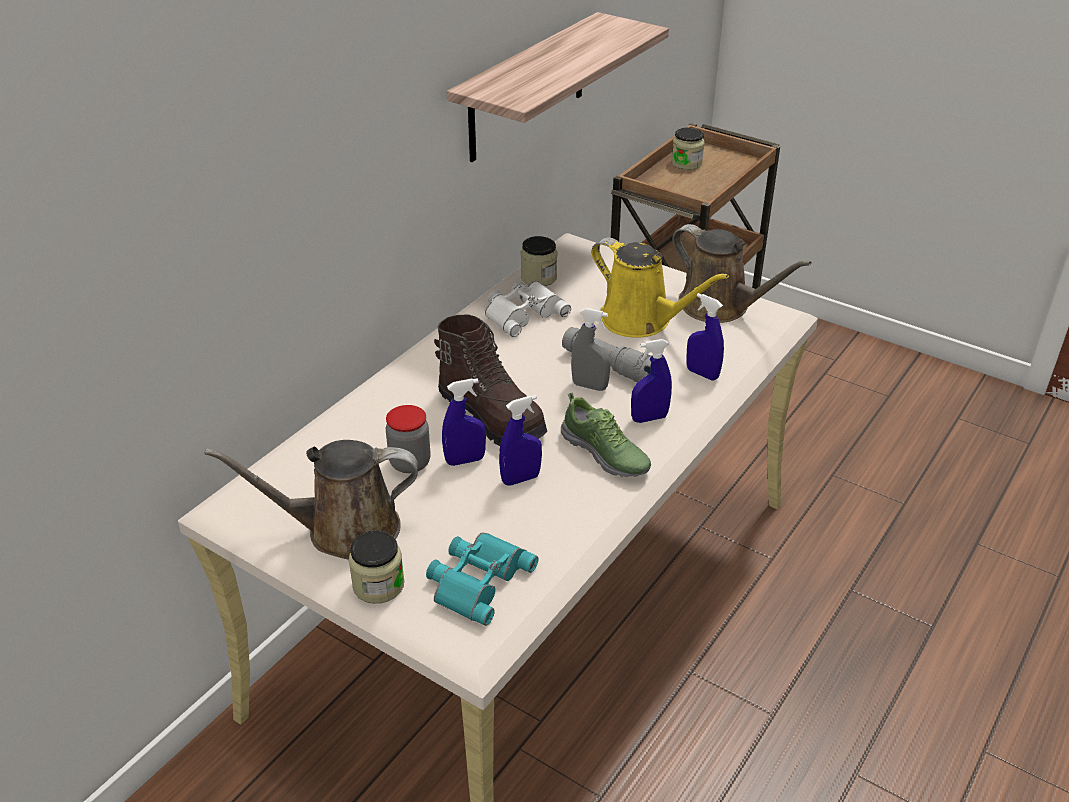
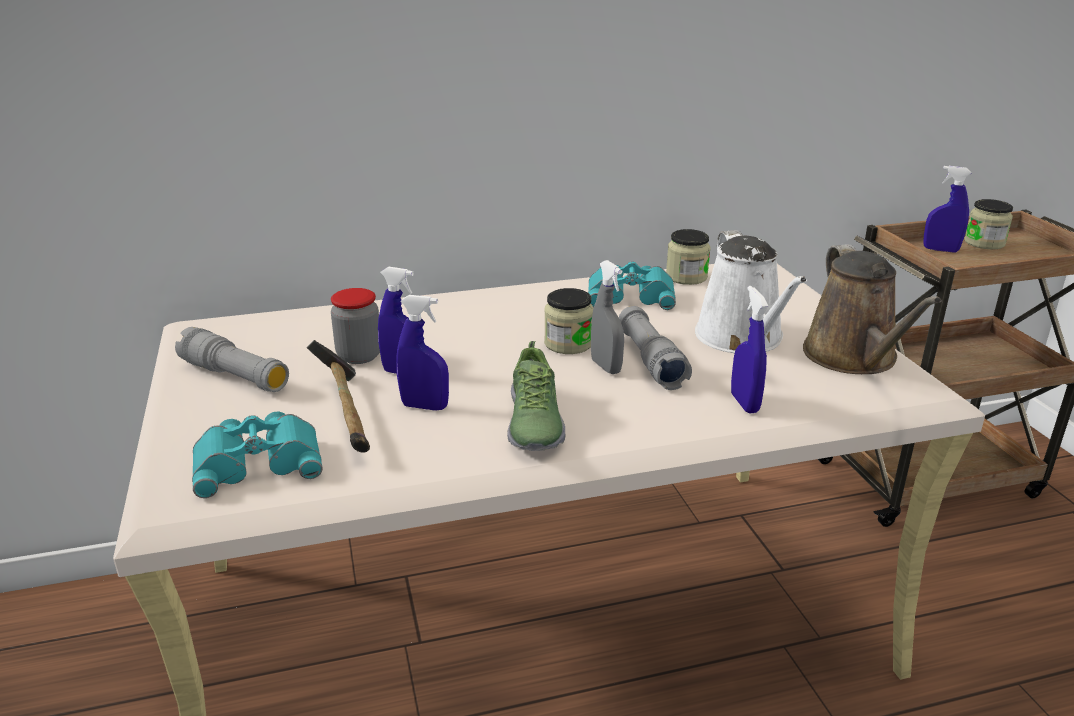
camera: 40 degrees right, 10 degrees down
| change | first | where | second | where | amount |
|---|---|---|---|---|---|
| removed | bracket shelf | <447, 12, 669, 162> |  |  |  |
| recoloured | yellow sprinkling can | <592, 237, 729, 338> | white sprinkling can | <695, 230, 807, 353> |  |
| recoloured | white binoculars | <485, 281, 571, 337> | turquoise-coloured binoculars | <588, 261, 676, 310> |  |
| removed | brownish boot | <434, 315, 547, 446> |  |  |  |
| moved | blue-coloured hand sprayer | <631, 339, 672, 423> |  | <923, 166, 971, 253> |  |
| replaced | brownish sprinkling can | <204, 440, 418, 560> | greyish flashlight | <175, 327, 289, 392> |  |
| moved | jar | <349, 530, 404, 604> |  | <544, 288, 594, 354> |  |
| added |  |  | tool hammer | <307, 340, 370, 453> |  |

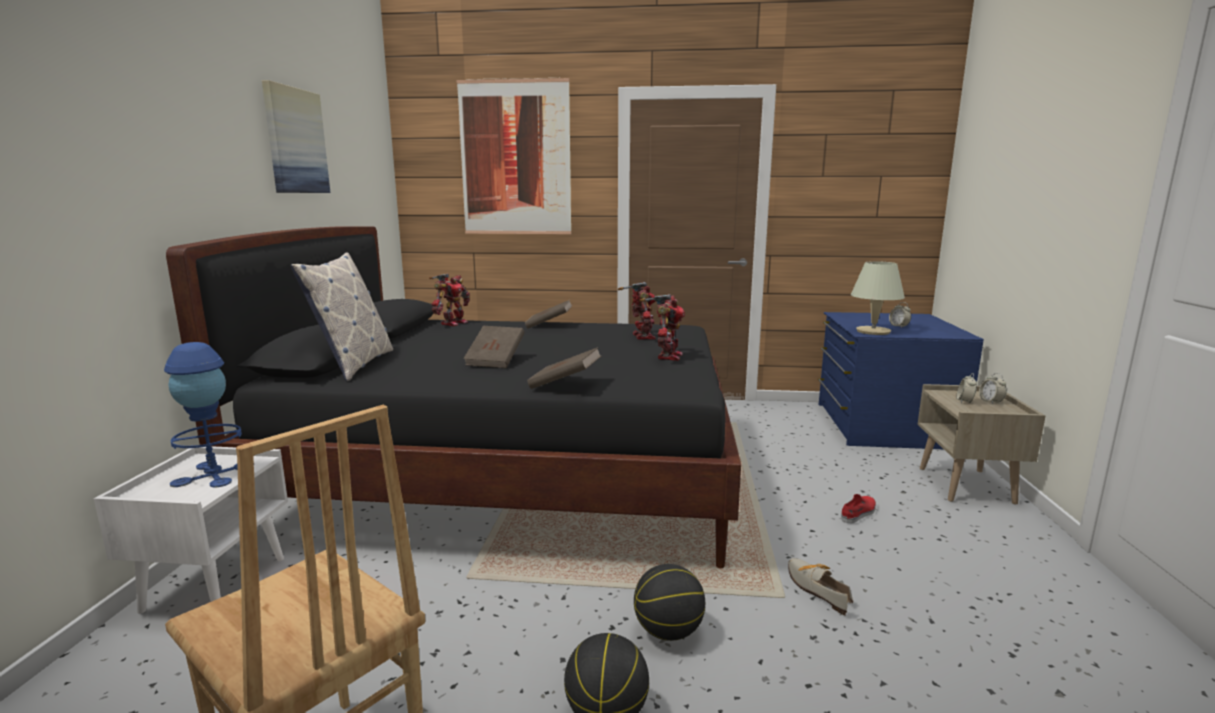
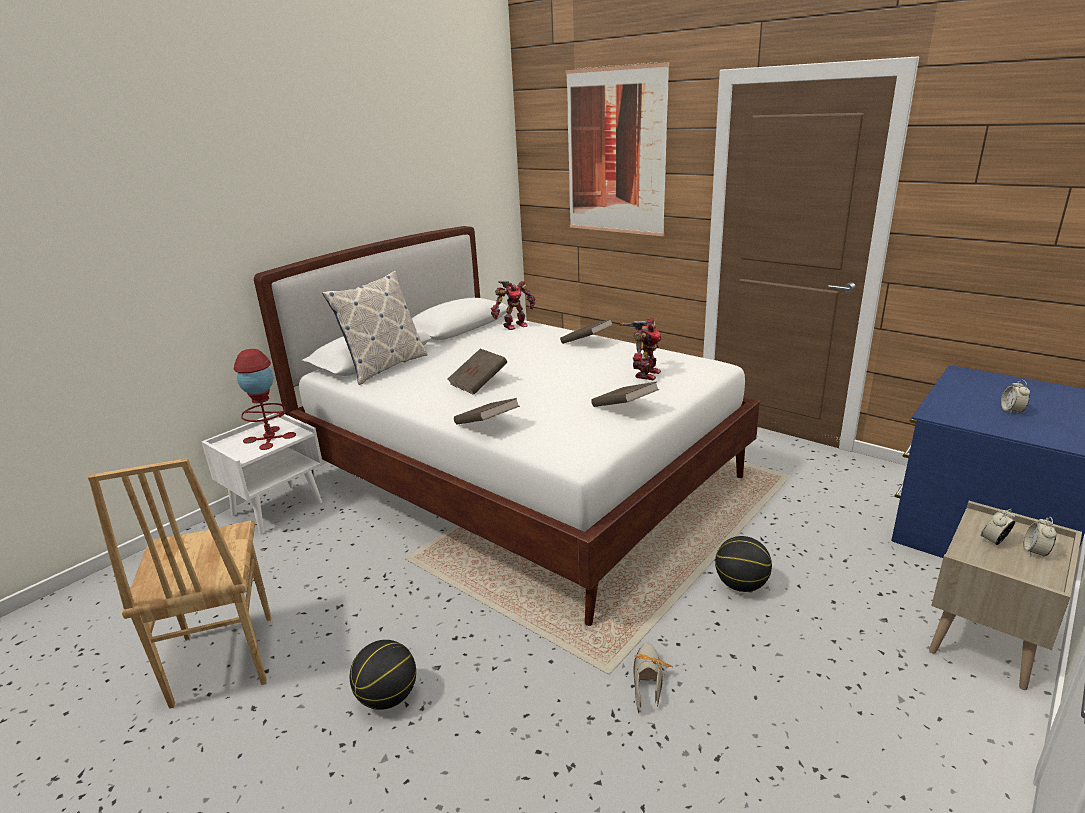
camera: 35 degrees right, 10 degrees up
| change | first | where | second | where | amount |
|---|---|---|---|---|---|
| removed | wall picture | <262, 80, 330, 193> |  |  |  |
| recoloured | black-coloured bedroom bed | <166, 226, 741, 568> | white bedroom bed | <254, 226, 760, 626> |  |
| removed | beige-coloured lamp for a table | <851, 261, 905, 335> |  |  |  |
| replaced | toy robot | <639, 294, 685, 361> | brownish book | <591, 381, 659, 407> |  |
| recoloured | blue-coloured lamp for a table | <164, 342, 242, 487> | red-coloured lamp for a table | <234, 349, 296, 450> |  |
| removed | red-coloured item of footwear | <841, 494, 876, 523> |  |  |  |
| moved | ball for basketball | <634, 564, 705, 641> |  | <715, 536, 772, 592> |  |

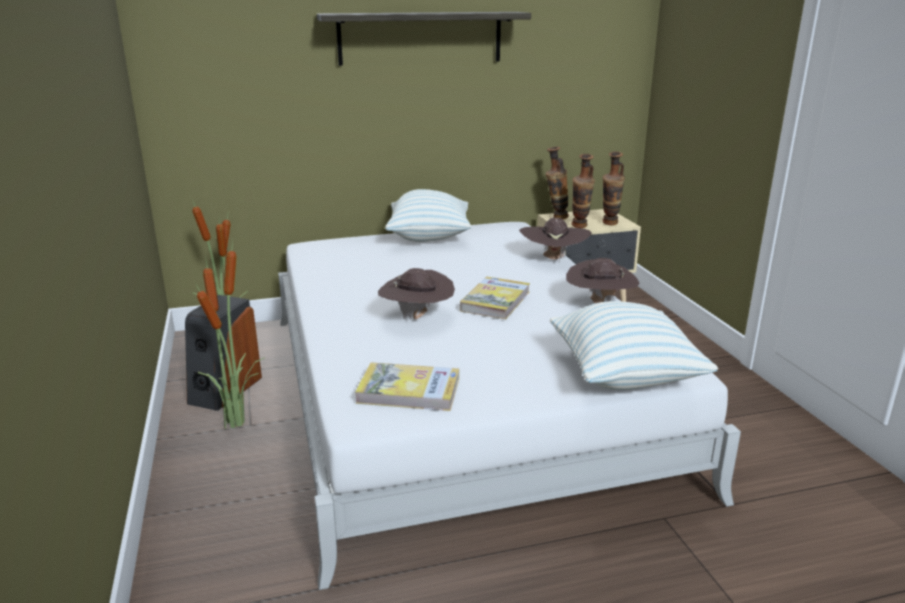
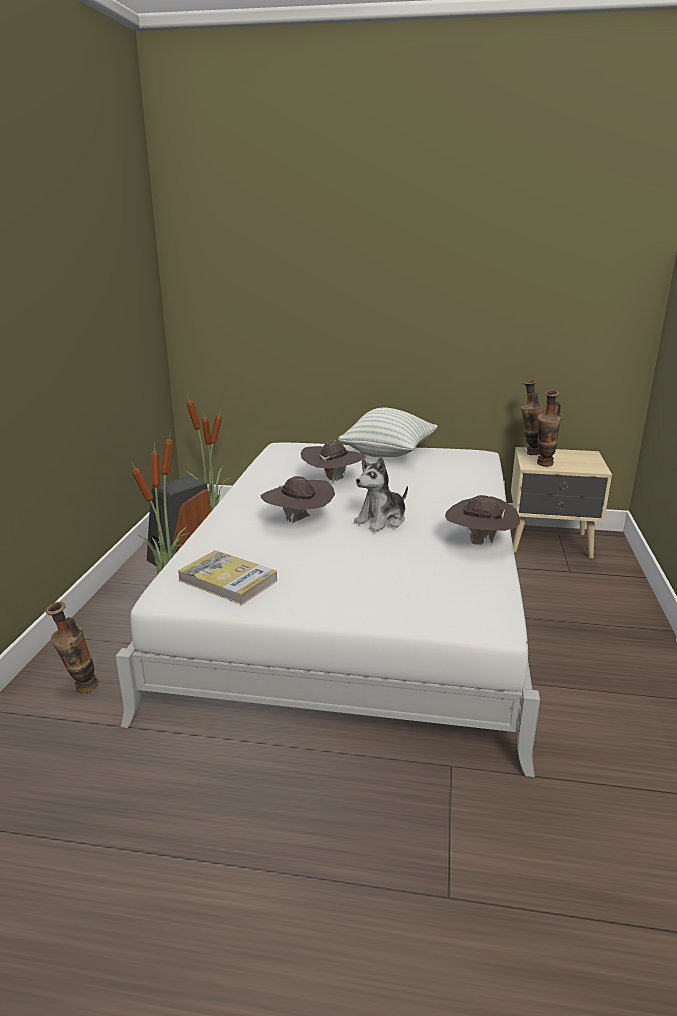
camera: 25 degrees right, 0 degrees up
| change | first | where | second | where | amount |
|---|---|---|---|---|---|
| removed | bracket shelf | <317, 12, 531, 66> |  |  |  |
| moved | vase | <603, 151, 625, 225> |  | <45, 602, 98, 693> |  |
| moved | brownish hat | <519, 218, 592, 262> |  | <301, 440, 366, 484> |  |
| replaced | book | <460, 277, 530, 319> | soft toy | <354, 457, 408, 532> |  |
| removed | throw pillow | <550, 301, 718, 390> |  |  |  |

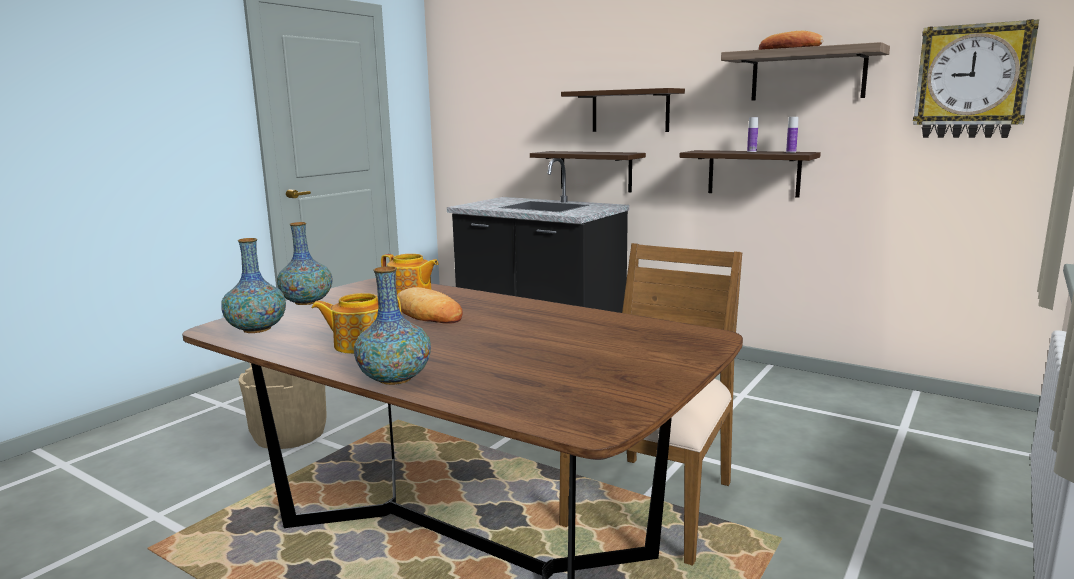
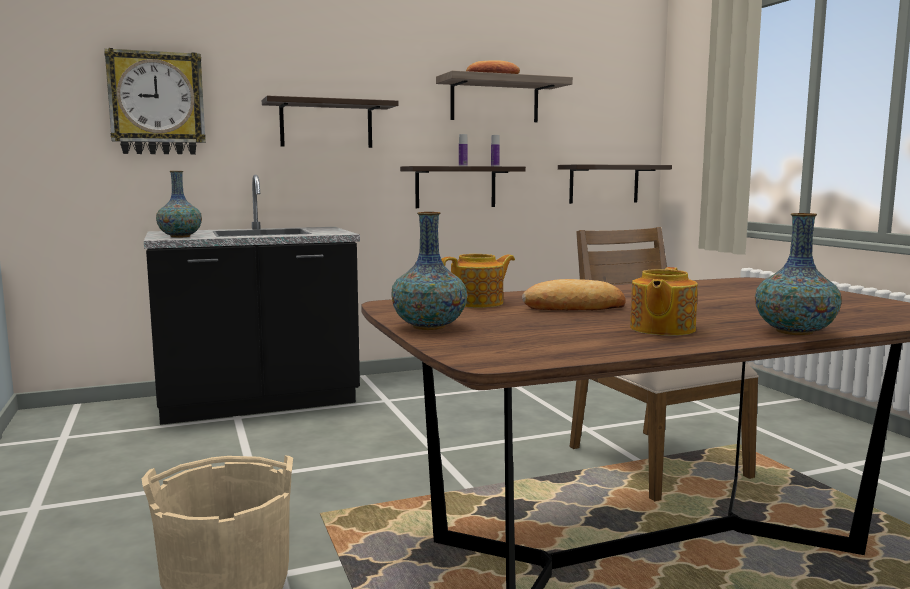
camera: 55 degrees left, 5 degrees down
| change | first | where | second | where | amount |
|---|---|---|---|---|---|
| moved | clock on the wall | <913, 19, 1039, 138> |  | <104, 48, 206, 155> |  |
| moved | bracket shelf | <530, 151, 646, 192> |  | <558, 164, 672, 204> |  |
| moved | vase | <221, 238, 286, 333> |  | <156, 171, 202, 238> |  |

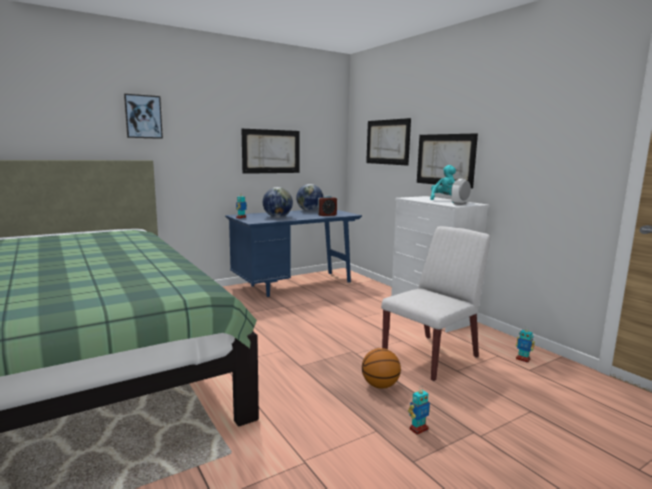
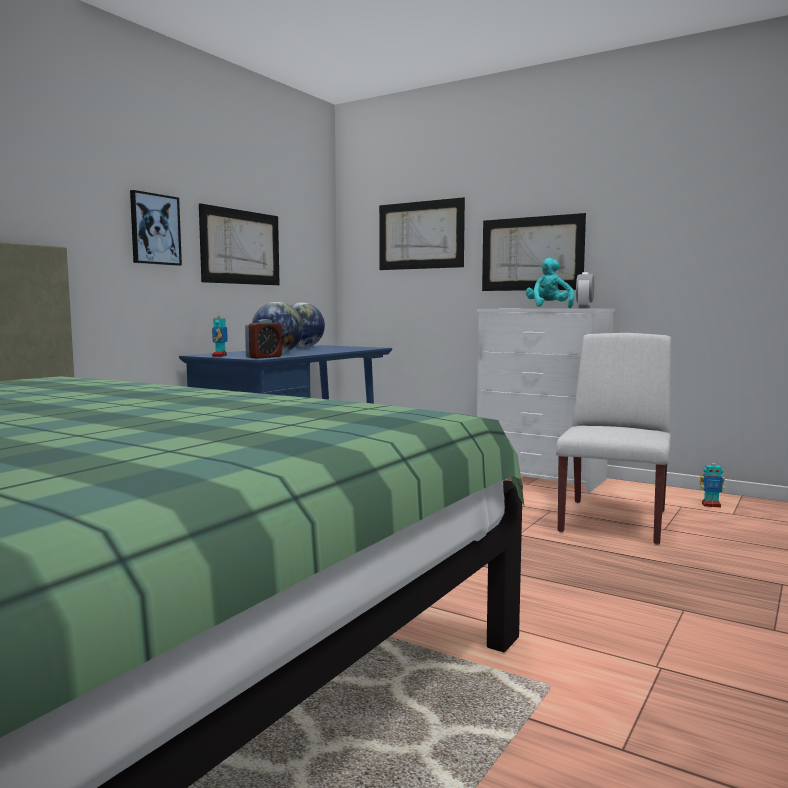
camera: 25 degrees left, 5 degrees down
| change | first | where | second | where | amount |
|---|---|---|---|---|---|
| moved | wall picture | <124, 94, 163, 139> |  | <130, 190, 182, 266> |  |
| moved | bedside clock | <318, 196, 337, 216> |  | <245, 319, 282, 359> |  |
| removed | ball for basketball | <362, 348, 401, 389> |  |  |  |
| removed | toy robot | <408, 386, 430, 435> |  |  |  |

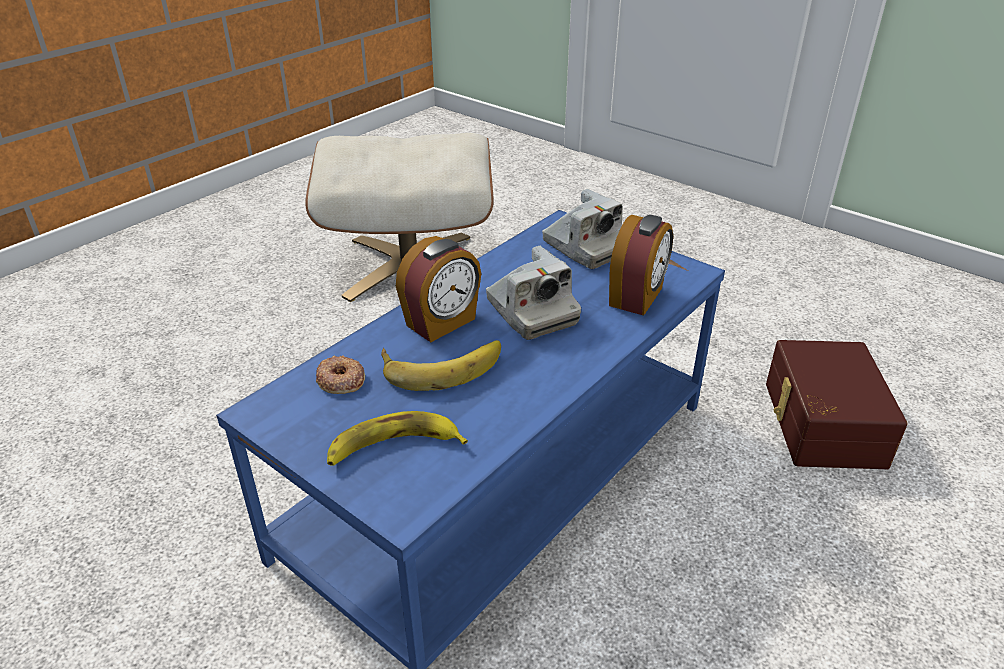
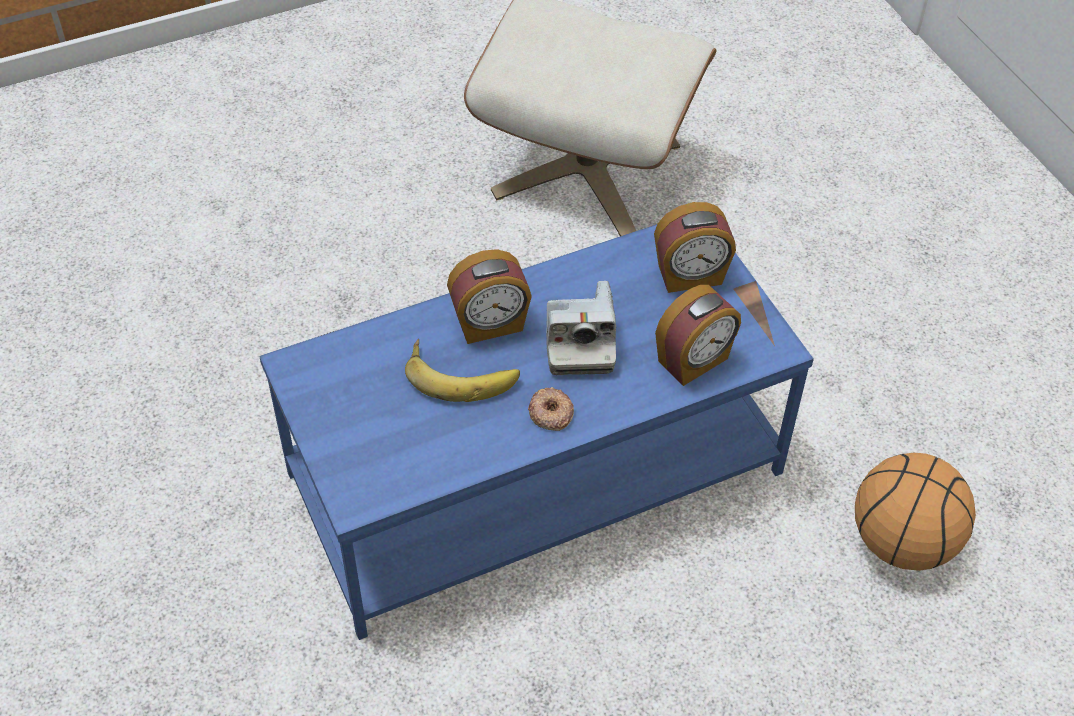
camera: 25 degrees right, 15 degrees up
| change | first | where | second | where | amount |
|---|---|---|---|---|---|
| replaced | still camera | <542, 189, 623, 269> | bedside clock | <654, 202, 736, 293> |  |
| replaced | brownish storage bin | <766, 340, 908, 469> | ball for basketball | <855, 453, 976, 571> |  |
| moved | ring doughnut | <316, 355, 365, 394> |  | <528, 387, 574, 431> |  |
| removed | whole banana | <327, 411, 468, 466> |  |  |  |

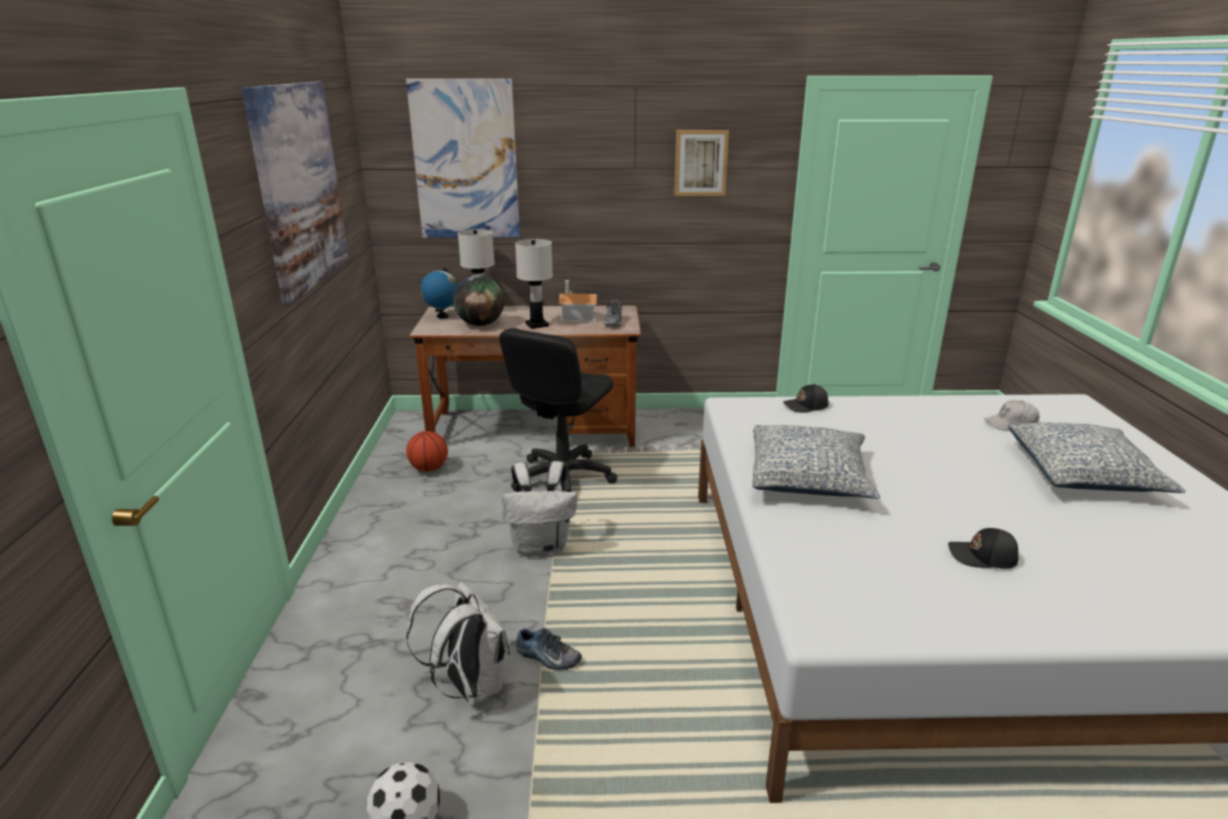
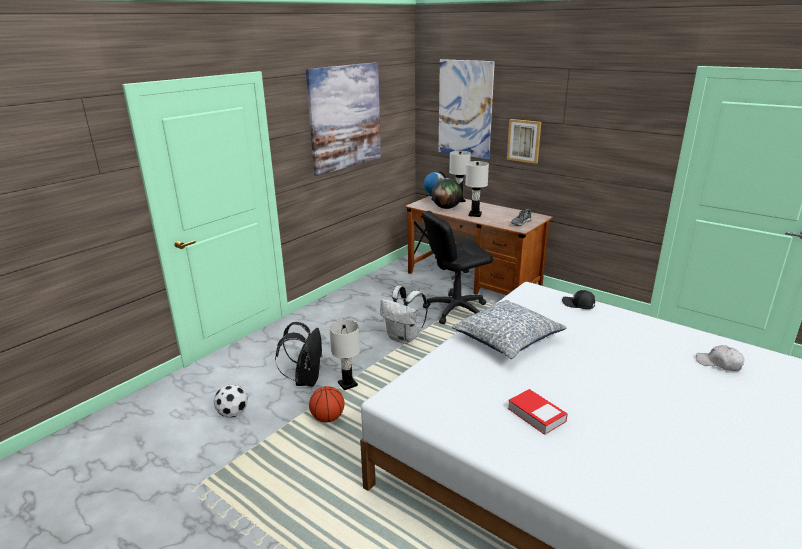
camera: 40 degrees right, 0 degrees up
| change | first | where | second | where | amount |
|---|---|---|---|---|---|
| moved | wall picture | <674, 130, 729, 196> |  | <507, 119, 541, 164> |  |
| removed | model house | <559, 280, 597, 322> |  |  |  |
| removed | throw pillow | <1008, 422, 1185, 493> |  |  |  |
| moved | ball for basketball | <406, 431, 448, 472> |  | <309, 386, 345, 423> |  |
| replaced | black-coloured peaked cap | <948, 528, 1018, 569> | book | <508, 389, 568, 435> |  |
| recoloured | white backpack | <406, 582, 510, 705> | black-coloured backpack | <275, 322, 323, 387> |  |
| replaced | item of footwear | <516, 628, 582, 671> | white lamp for a table | <329, 320, 360, 390> |  |

